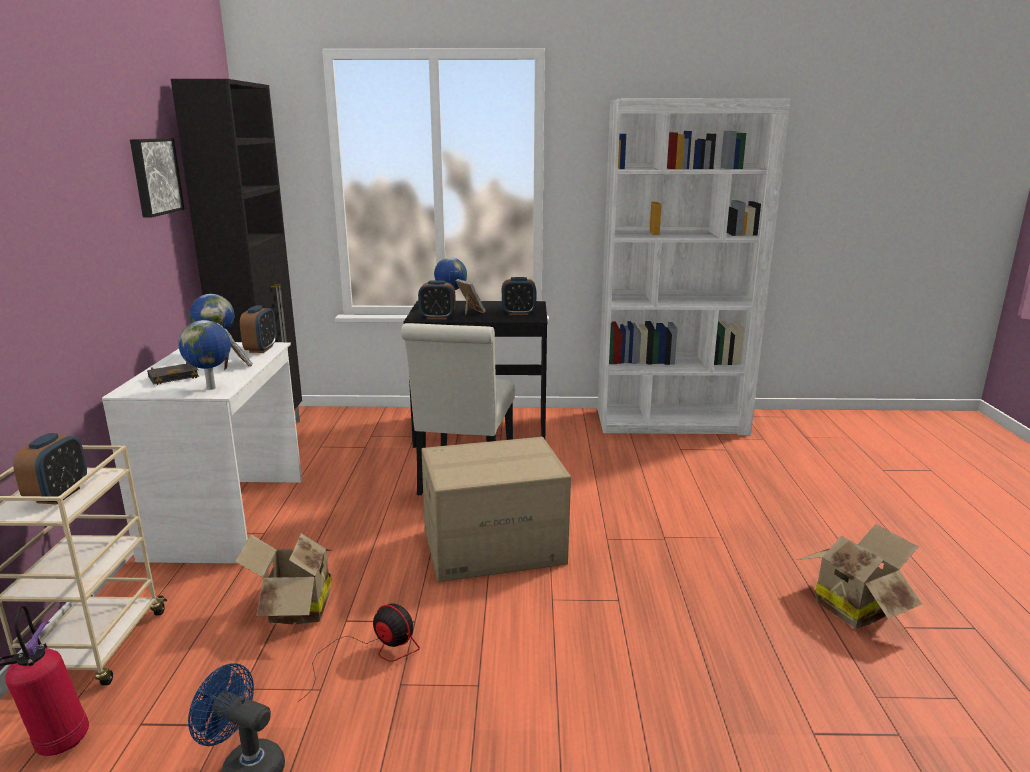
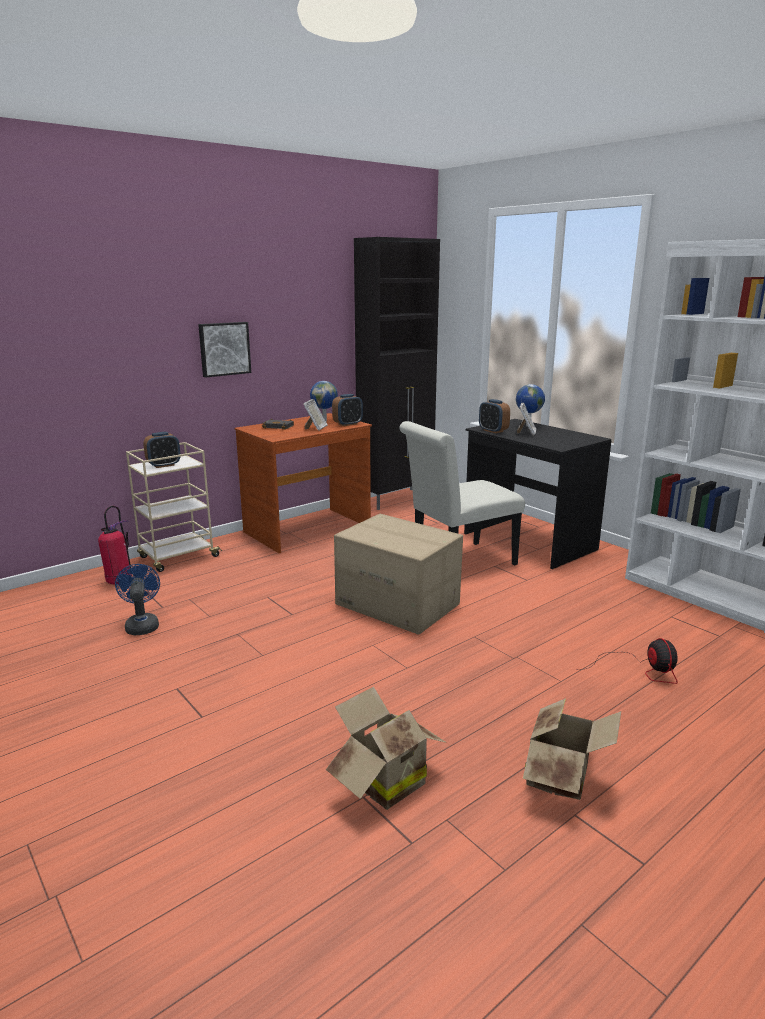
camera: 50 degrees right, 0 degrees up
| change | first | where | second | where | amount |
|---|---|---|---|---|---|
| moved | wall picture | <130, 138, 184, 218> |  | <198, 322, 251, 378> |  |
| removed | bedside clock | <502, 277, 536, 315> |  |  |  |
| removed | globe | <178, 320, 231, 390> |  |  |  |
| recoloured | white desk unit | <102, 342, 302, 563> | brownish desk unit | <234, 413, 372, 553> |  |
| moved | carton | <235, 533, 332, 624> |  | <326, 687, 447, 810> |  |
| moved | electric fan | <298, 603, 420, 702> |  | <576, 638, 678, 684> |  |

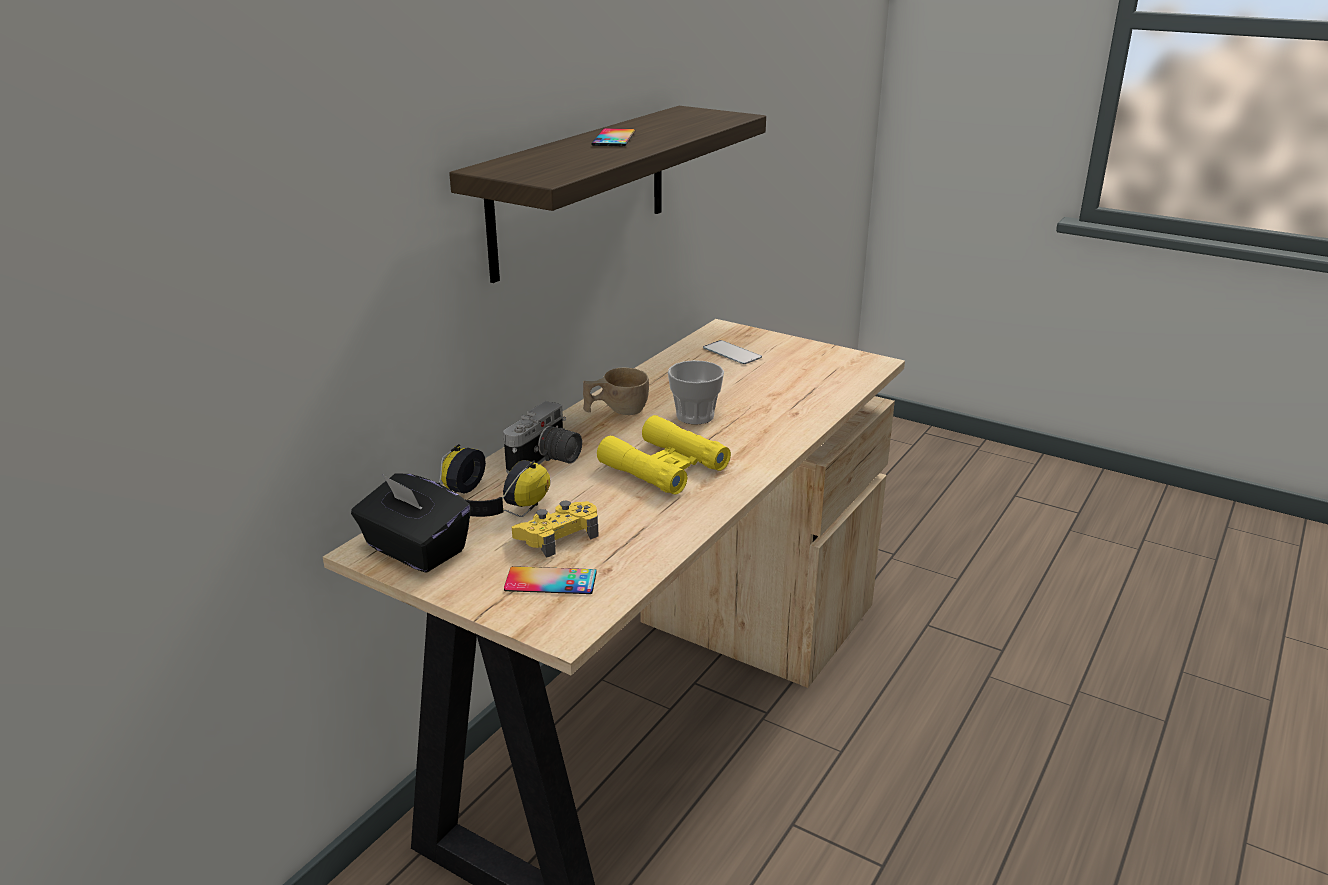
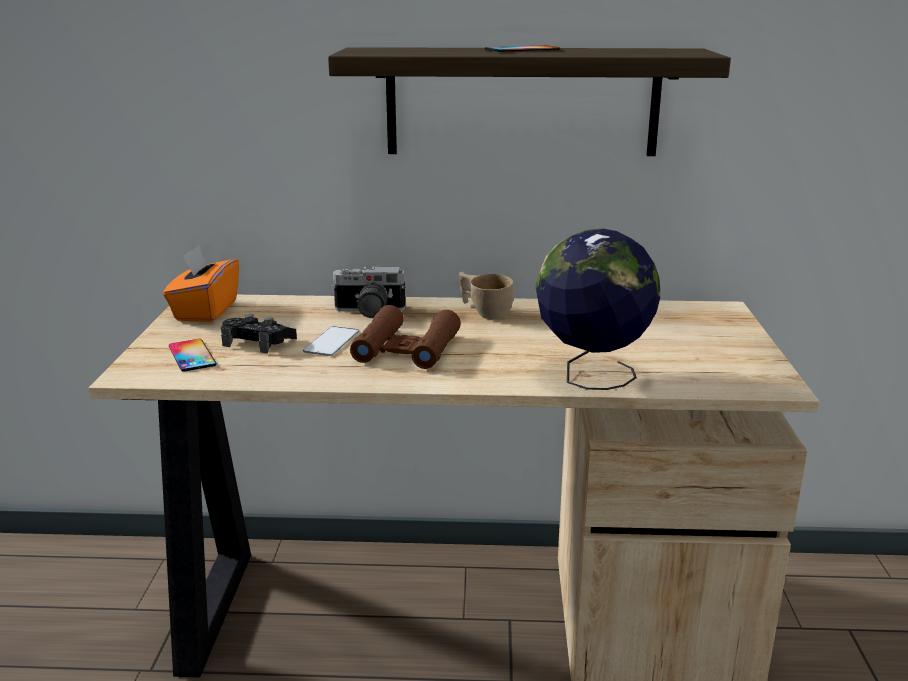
camera: 60 degrees right, 5 degrees down
| change | first | where | second | where | amount |
|---|---|---|---|---|---|
| moved | phone | <703, 340, 762, 364> |  | <303, 326, 359, 356> |  |
| removed | drinking cup | <668, 360, 724, 425> |  |  |  |
| recoloured | yellow binoculars | <597, 415, 731, 495> | brownish binoculars | <350, 305, 461, 369> |  |
| removed | headset | <438, 444, 550, 517> |  |  |  |
| recoloured | black-coloured tissue holder | <351, 474, 471, 573> | orangey tissue holder | <163, 245, 239, 322> |  |
| recoloured | yellow gamepad | <512, 501, 599, 558> | black-coloured gamepad | <221, 314, 297, 354> |  |
| added |  |  | globe | <535, 228, 661, 390> |  |

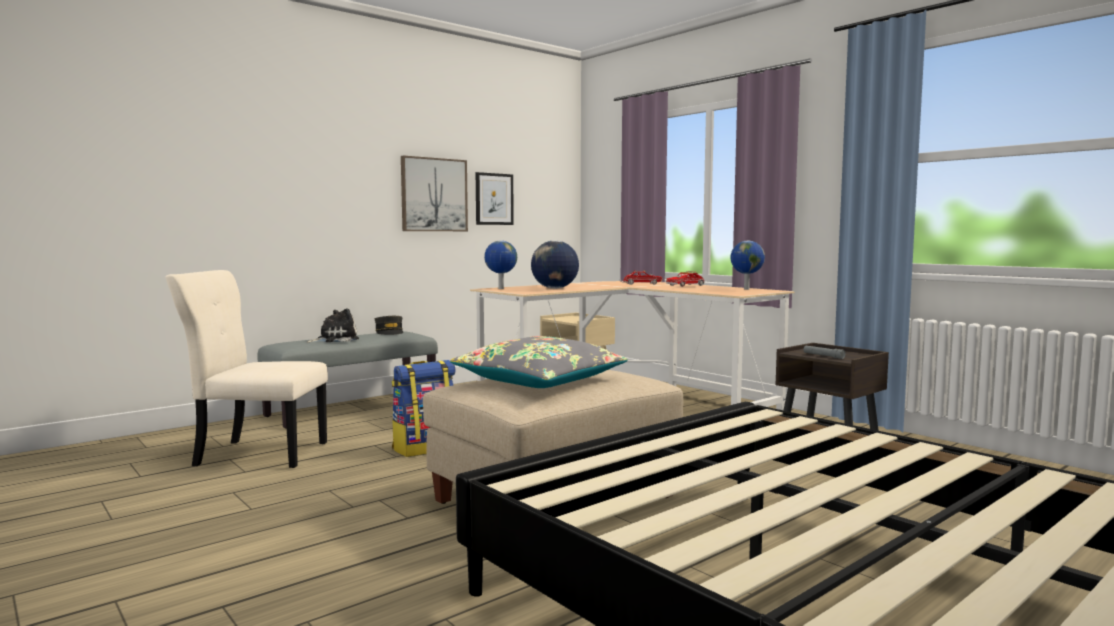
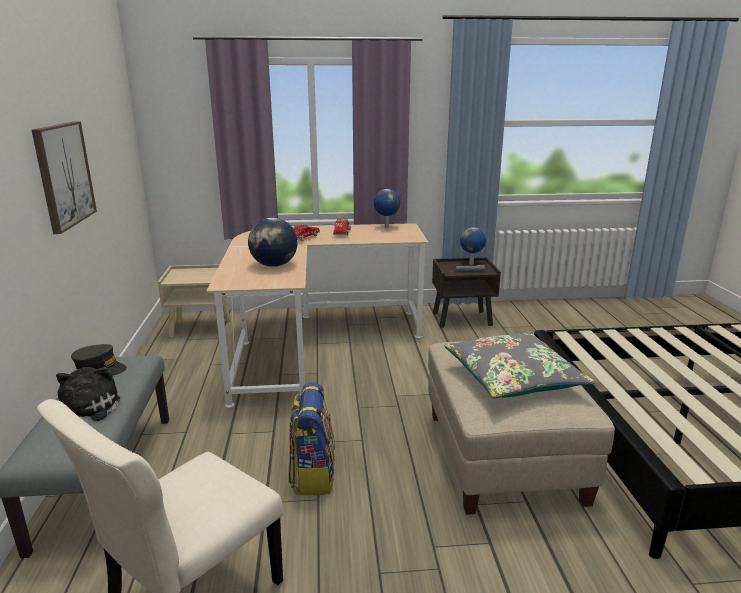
camera: 55 degrees left, 15 degrees up
| change | first | where | second | where | amount |
|---|---|---|---|---|---|
| removed | wall picture | <476, 172, 514, 225> |  |  |  |
| moved | globe | <484, 240, 517, 289> |  | <460, 227, 486, 265> |  |

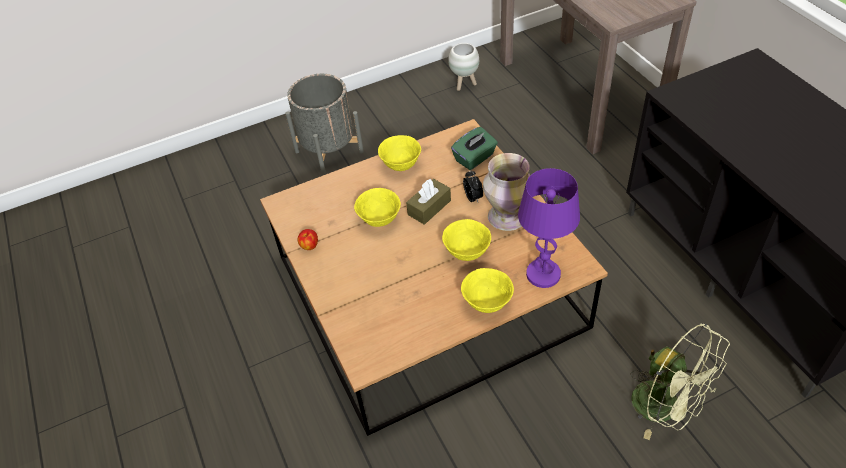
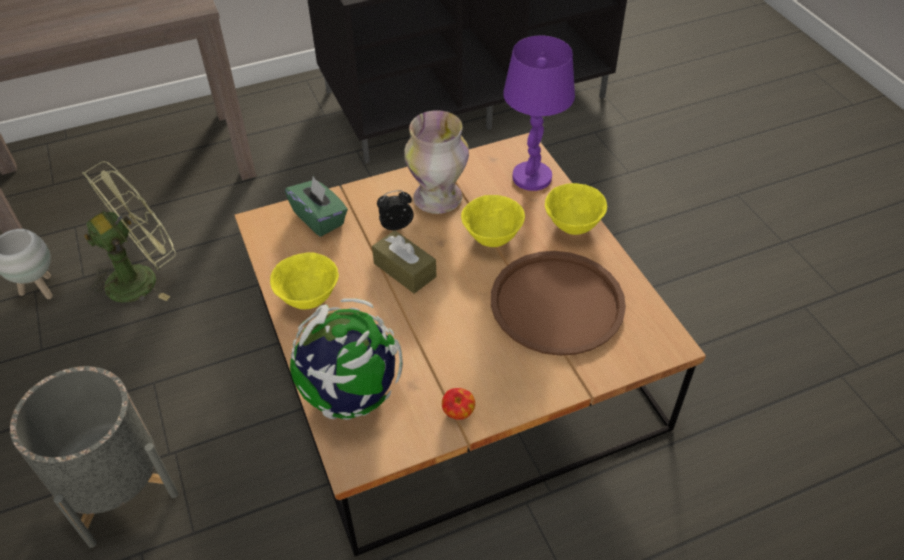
camera: 90 degrees left, 0 degrees up
| change | first | where | second | where | amount |
|---|---|---|---|---|---|
| removed | yellow serving bowl | <354, 188, 401, 227> |  |  |  |
| moved | greenish electric fan | <630, 323, 730, 440> |  | <82, 161, 176, 302> |  |
| added |  |  | brownish serving tray | <491, 251, 626, 356> |  |
| added |  |  | globe | <290, 298, 403, 420> |  |

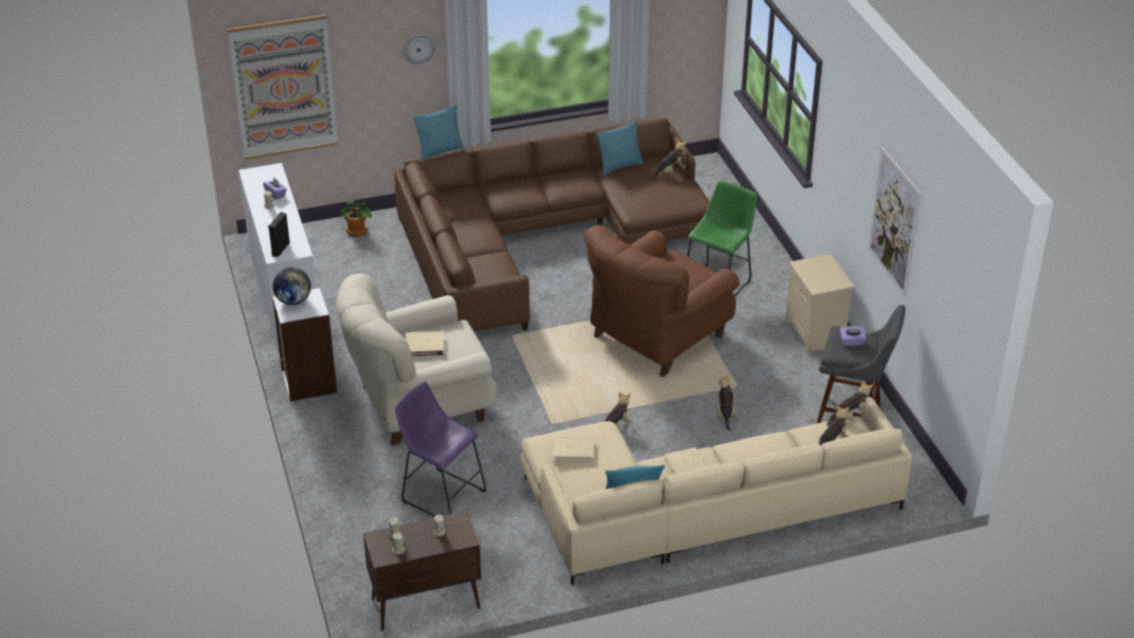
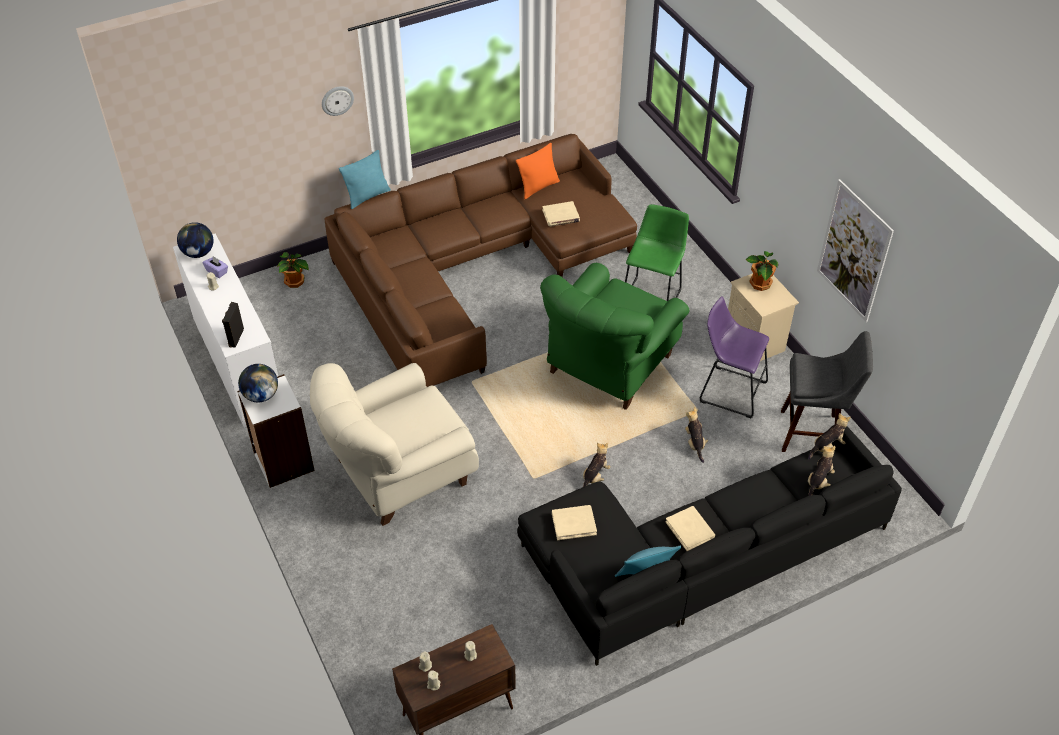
camera: 10 degrees left, 10 degrees up
| change | first | where | second | where | amount |
|---|---|---|---|---|---|
| removed | wall picture | <227, 15, 339, 160> |  |  |  |
| recoloured | turquoise-coloured throw pillow | <596, 121, 643, 175> | orangey throw pillow | <516, 143, 560, 199> |  |
| removed | soft toy | <652, 139, 687, 180> |  |  |  |
| recoloured | brownish lounge chair | <584, 225, 740, 377> | greenish lounge chair | <540, 263, 690, 410> |  |
| removed | purplish tissue holder | <840, 326, 866, 346> |  |  |  |
| moved | beige-coloured book | <406, 331, 444, 357> |  | <542, 201, 580, 227> |  |
| moved | purplish stool seat | <395, 381, 486, 517> |  | <700, 296, 769, 418> |  |
| recoloured | beige-coloured couch | <520, 397, 912, 585> | black-coloured couch | <517, 426, 902, 666> |  |
| added |  |  | globe | <177, 222, 213, 258> |  |
| added |  |  | houseplant | <746, 251, 778, 291> |  |

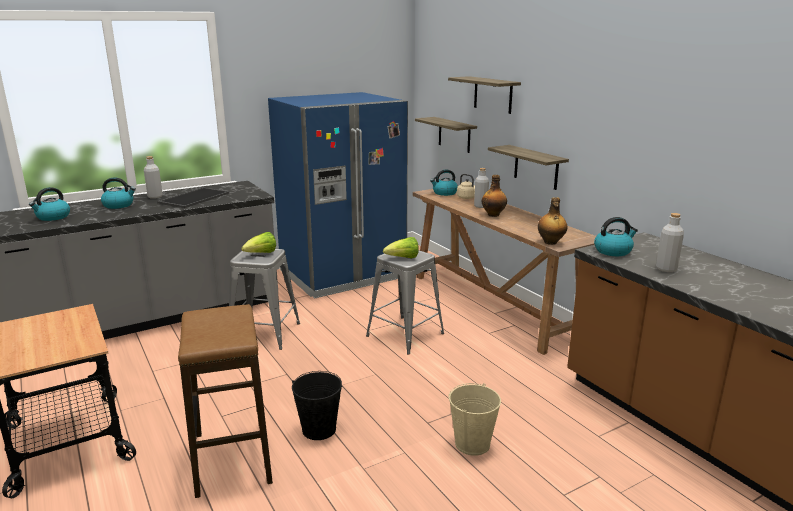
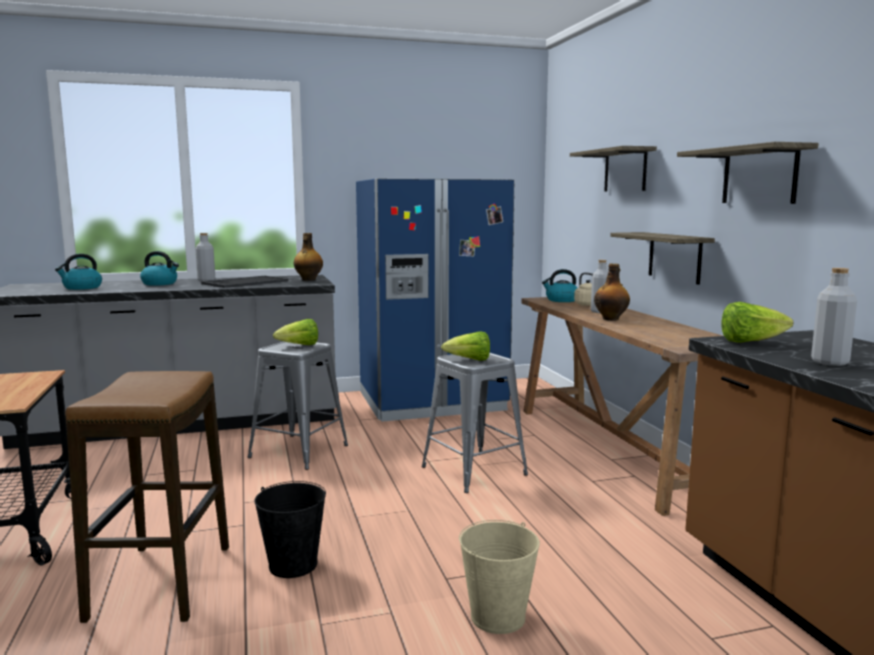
camera: 15 degrees right, 10 degrees down
| change | first | where | second | where | amount |
|---|---|---|---|---|---|
| moved | bracket shelf | <415, 117, 477, 153> |  | <677, 142, 819, 204> |  |
| moved | beverage bottle | <538, 197, 568, 245> |  | <294, 233, 323, 281> |  |
| replaced | kettle | <594, 217, 638, 256> | lettuce head | <721, 302, 793, 343> |  |

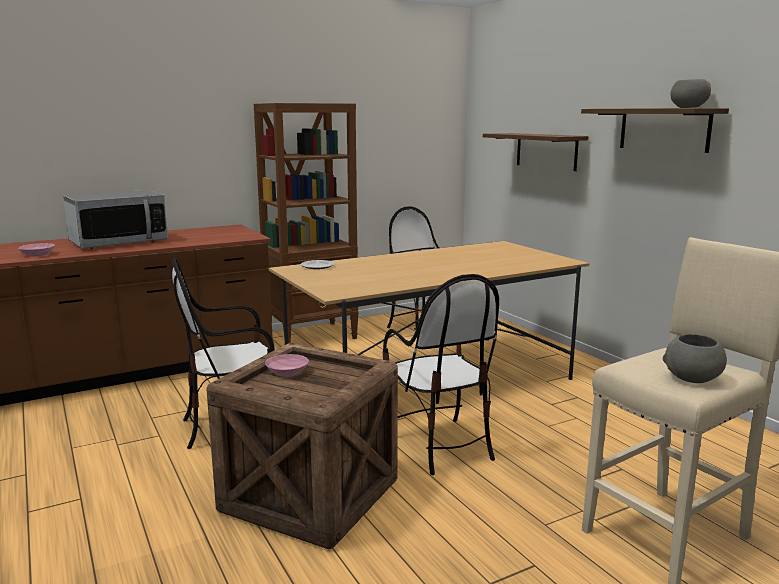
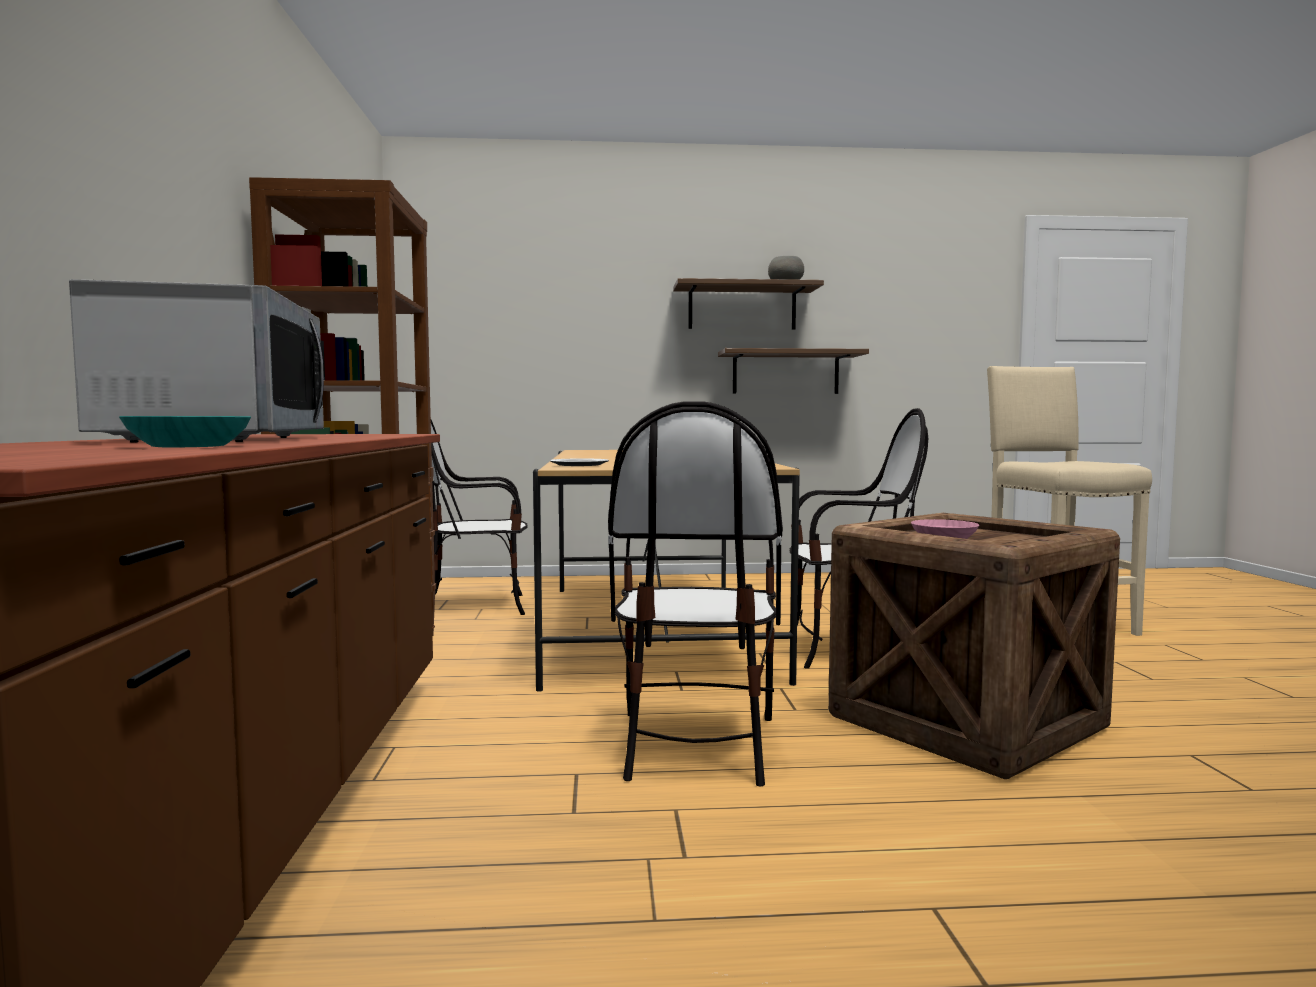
camera: 65 degrees left, 10 degrees down
| change | first | where | second | where | amount |
|---|---|---|---|---|---|
| moved | bracket shelf | <483, 133, 589, 171> |  | <718, 348, 869, 394> |  |
| recoloured | pink-coloured serving bowl | <18, 243, 55, 257> | turquoise-coloured serving bowl | <119, 416, 251, 447> |  |
| removed | greyish serving bowl | <663, 334, 727, 383> |  |  |  |

